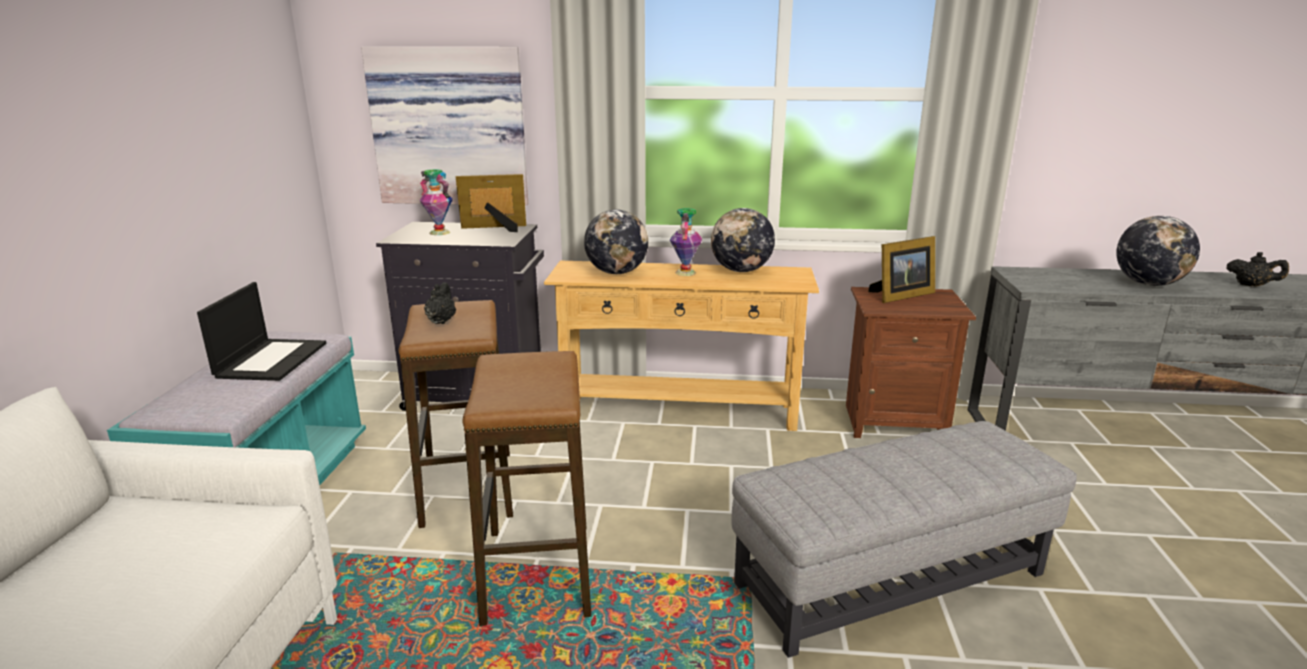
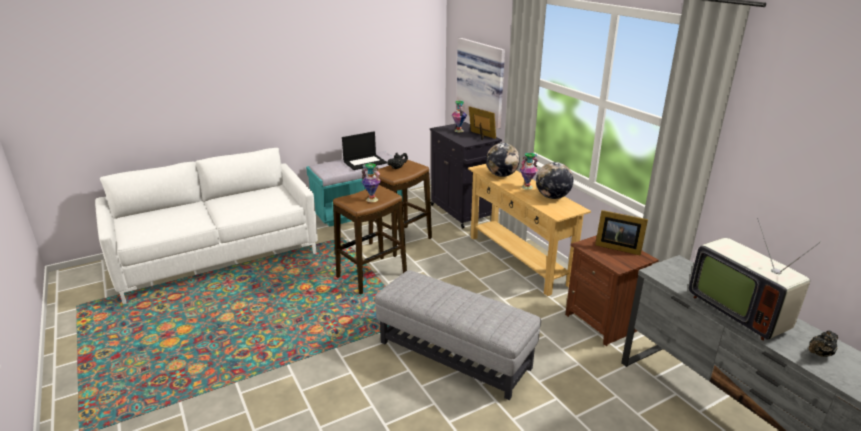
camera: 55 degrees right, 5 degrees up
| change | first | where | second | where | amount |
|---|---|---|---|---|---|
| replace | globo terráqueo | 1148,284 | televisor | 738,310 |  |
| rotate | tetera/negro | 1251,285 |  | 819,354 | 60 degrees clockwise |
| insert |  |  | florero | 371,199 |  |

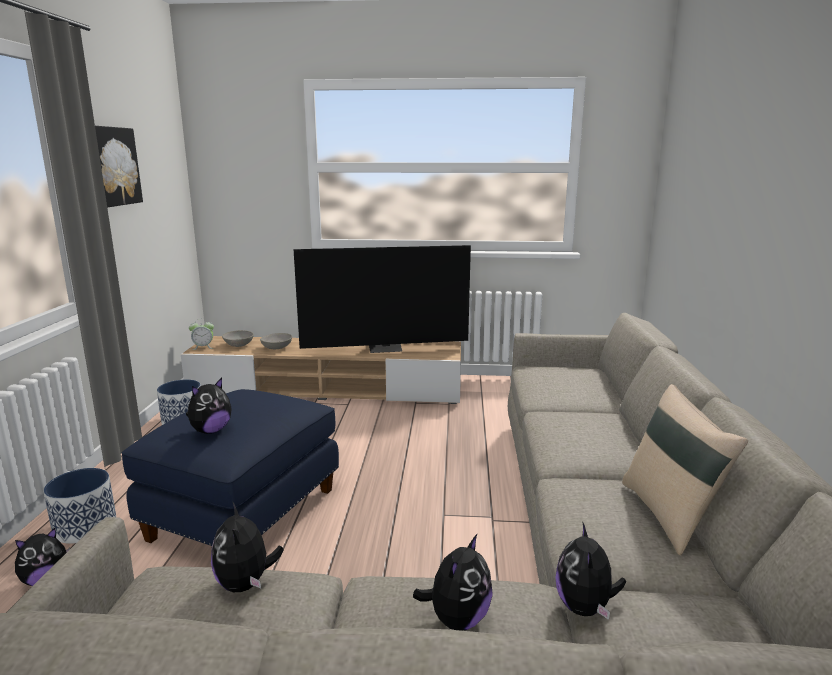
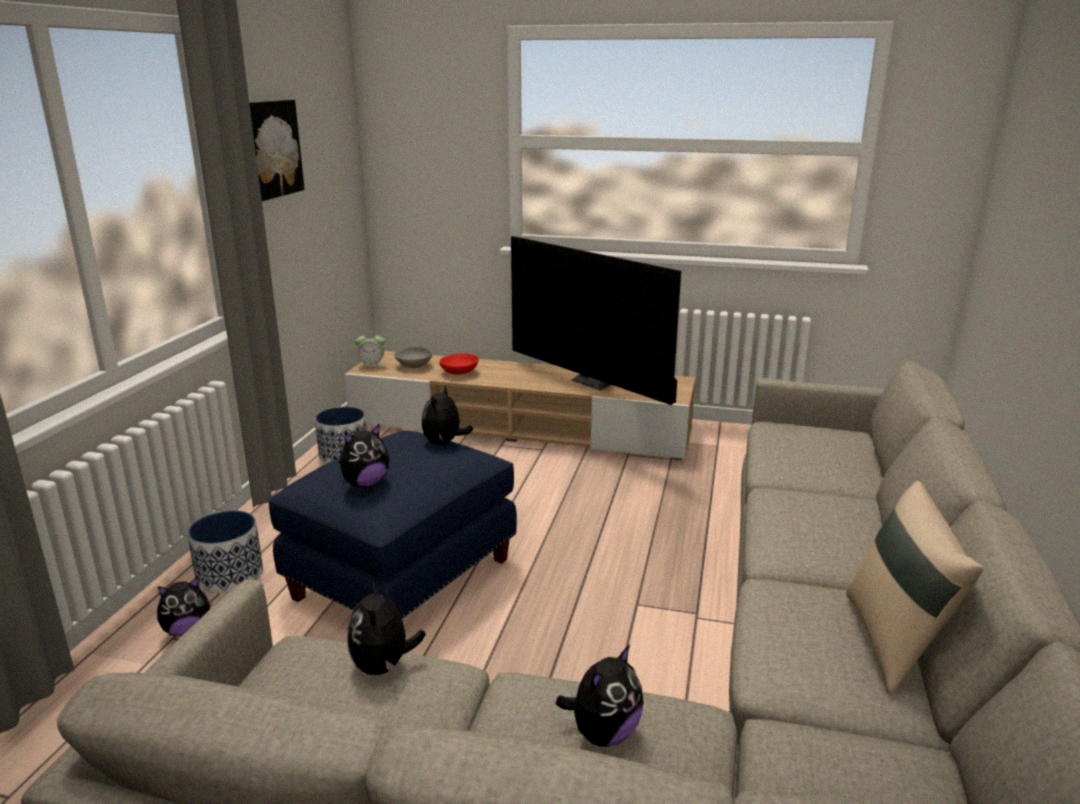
camera: 10 degrees right, 5 degrees up
| change | first | where | second | where | amount |
|---|---|---|---|---|---|
| rotate | televisor | 385,348 |  | 594,382 | 45 degrees clockwise |
| recolor | cuenco/gris | 277,348 | cuenco/rojo | 459,373 |  |
| move | peluche | 585,607 |  | 444,443 |  |

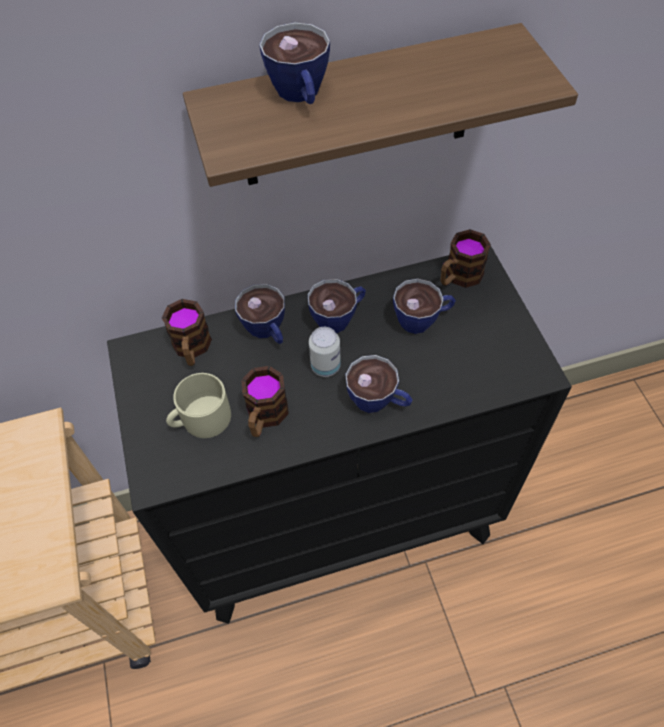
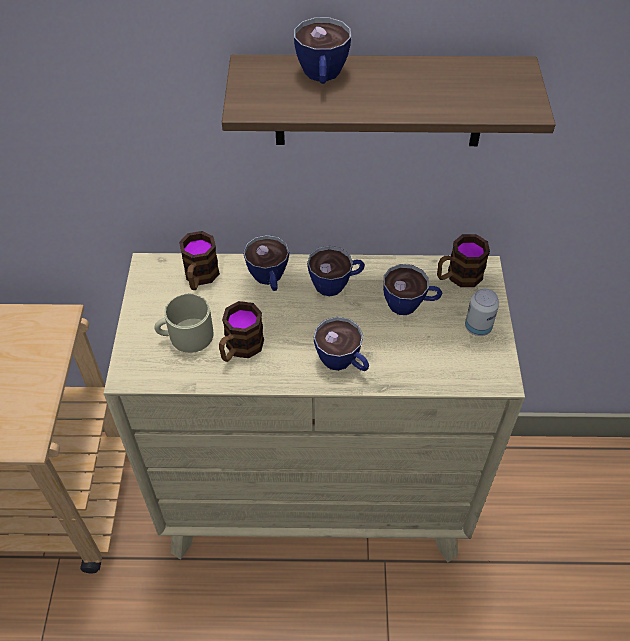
camera: 15 degrees right, 5 degrees down
| change | first | where | second | where | amount |
|---|---|---|---|---|---|
| recolor | cómoda/negro | 339,520 | cómoda/beis | 315,498 |  |
| move | lata | 325,366 |  | 478,327 |  |

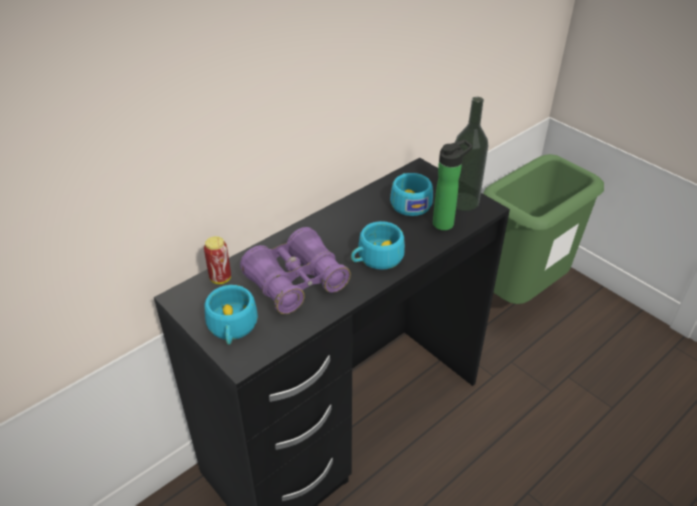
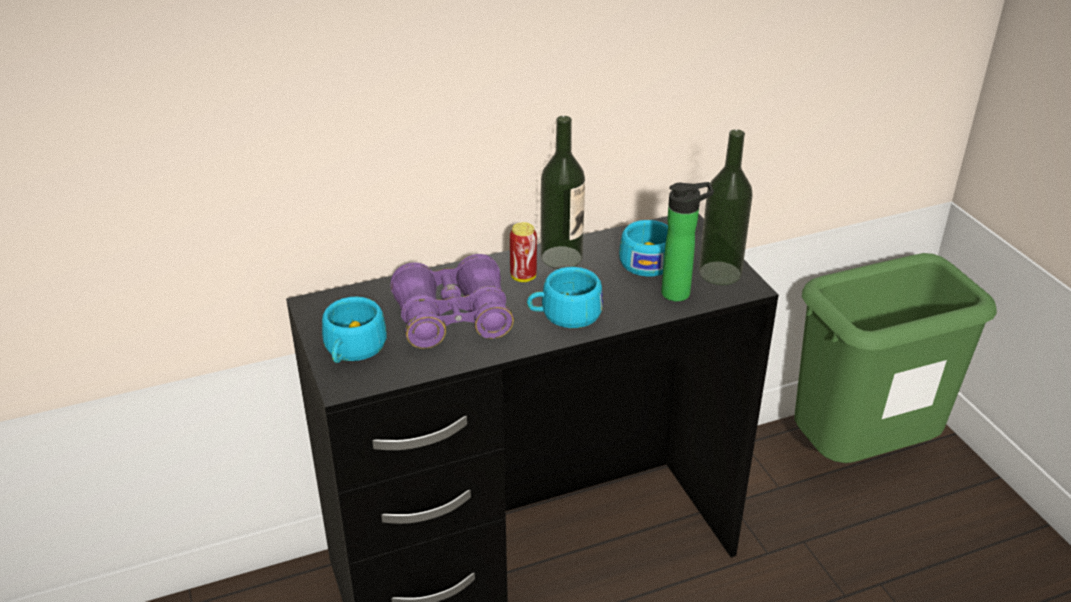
camera: 20 degrees right, 5 degrees down
| change | first | where | second | where | amount |
|---|---|---|---|---|---|
| move | lata | 220,278 |  | 523,277 |  |
| insert |  |  | botella | 561,257 |  |

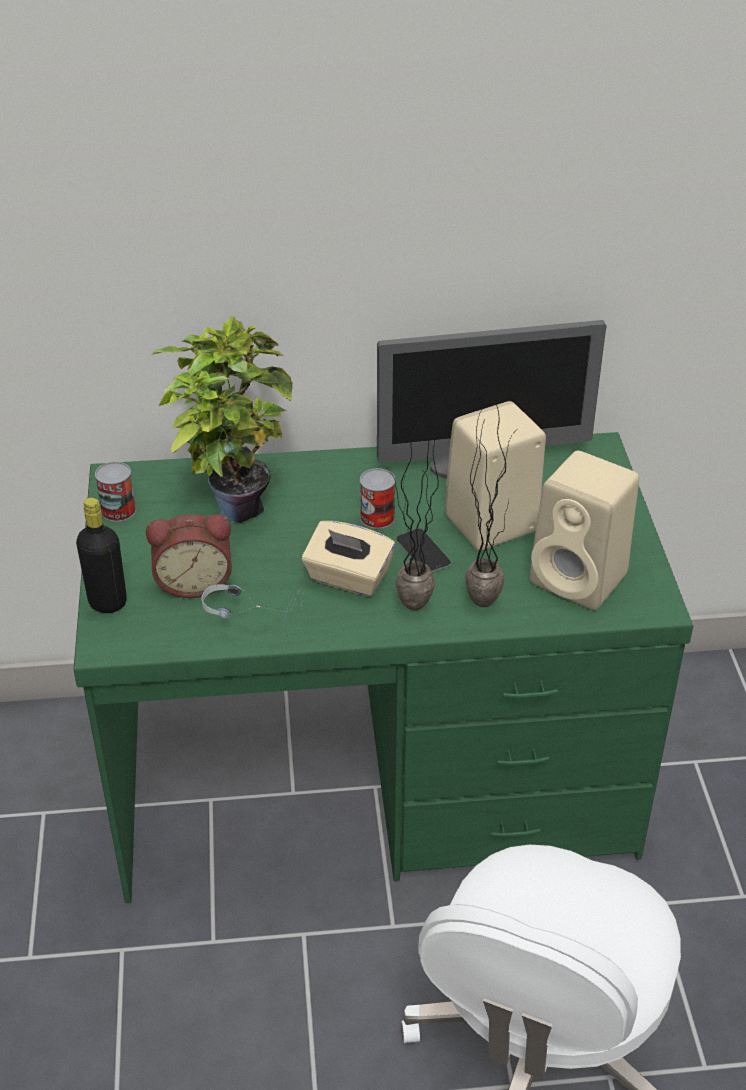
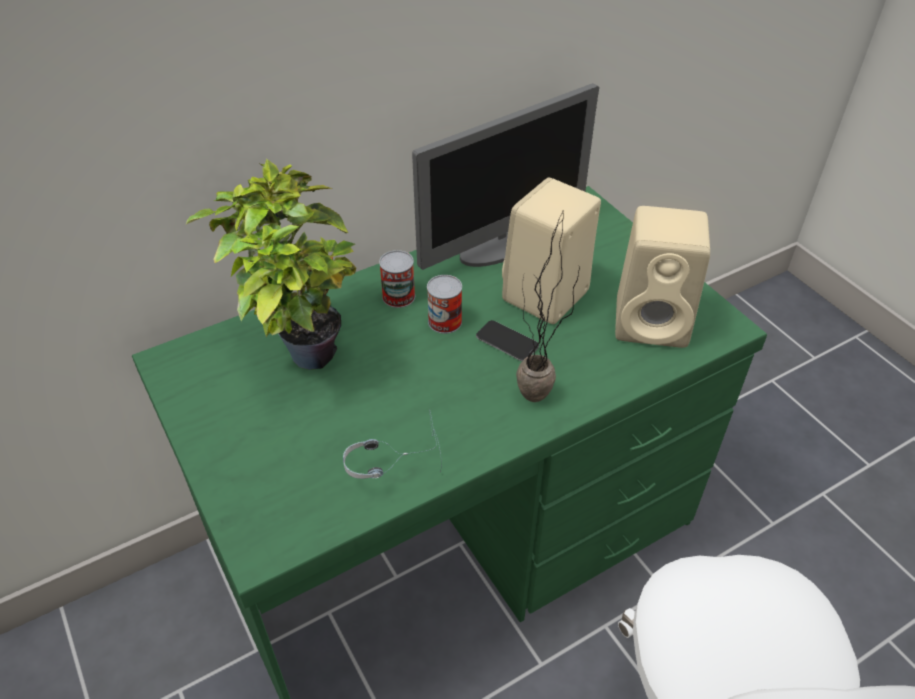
camera: 25 degrees left, 5 degrees up
| change | first | where | second | where | amount |
|---|---|---|---|---|---|
| delete | planta en maceta | 484,593 |  |  |  |
| move | lata | 118,510 |  | 398,296 |  |
| delete | botella/negro | 107,602 |  |  |  |
| delete | despertador | 194,582 |  |  |  |
| delete | caja de pañuelos/beis | 348,578 |  |  |  |

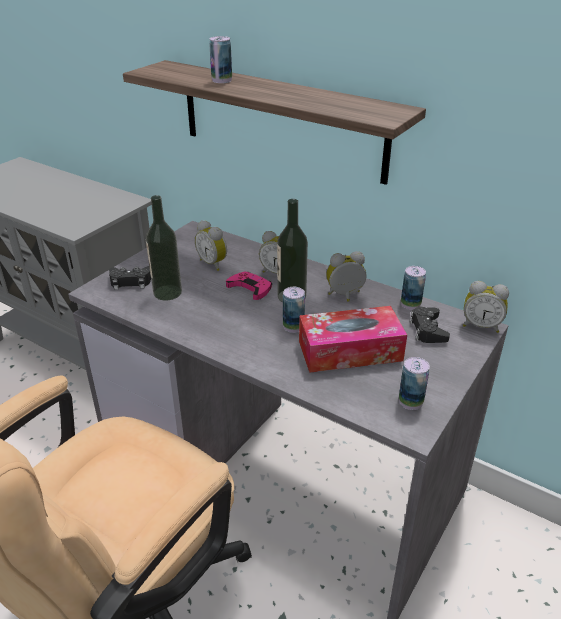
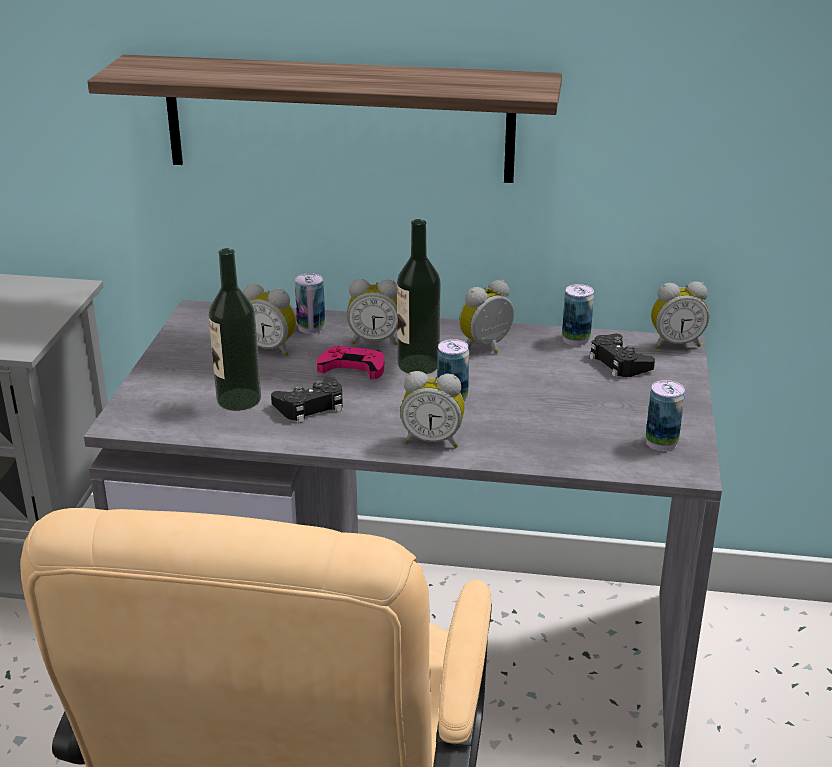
camera: 25 degrees left, 5 degrees down
| change | first | where | second | where | amount |
|---|---|---|---|---|---|
| move | lata | 222,80 |  | 311,327 |  |
| move | mando de consola/negro | 131,281 |  | 311,406 |  |
| delete | caja de pañuelos | 350,351 |  |  |  |
| insert |  |  | despertador | 432,440 |  |

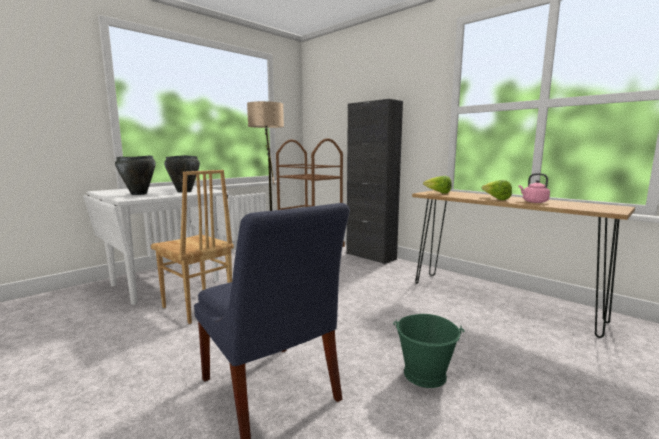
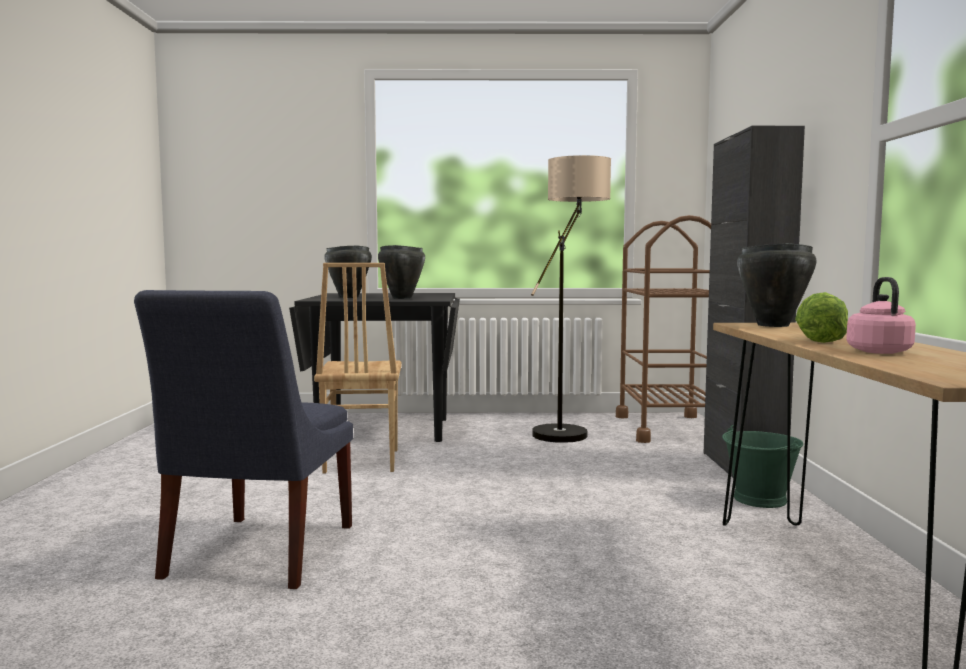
camera: 45 degrees right, 5 degrees down
| change | first | where | second | where | amount |
|---|---|---|---|---|---|
| replace | lechuga | 438,193 | olla/negro | 772,325 |  |
| recolor | mesa de comedor/blanco | 166,283 | mesa de comedor/negro | 384,430 |  |
| move | cubo/verde | 425,375 |  | 760,499 |  |

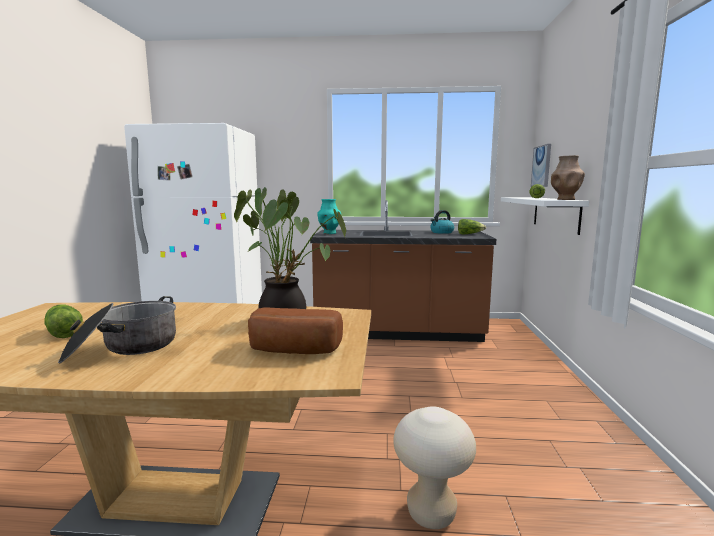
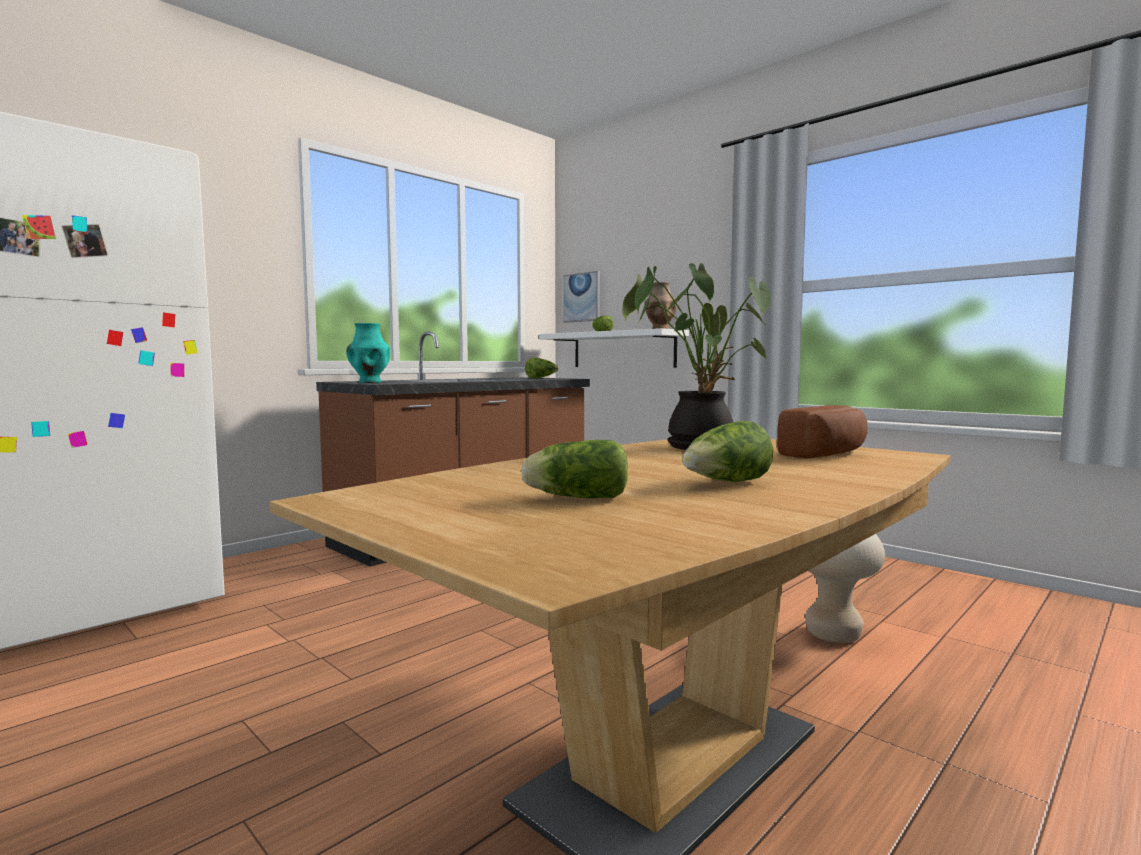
camera: 50 degrees left, 5 degrees down
| change | first | where | second | where | amount |
|---|---|---|---|---|---|
| delete | hervidor | 441,232 |  |  |  |
| replace | olla | 124,348 | lechuga | 726,483 |  |

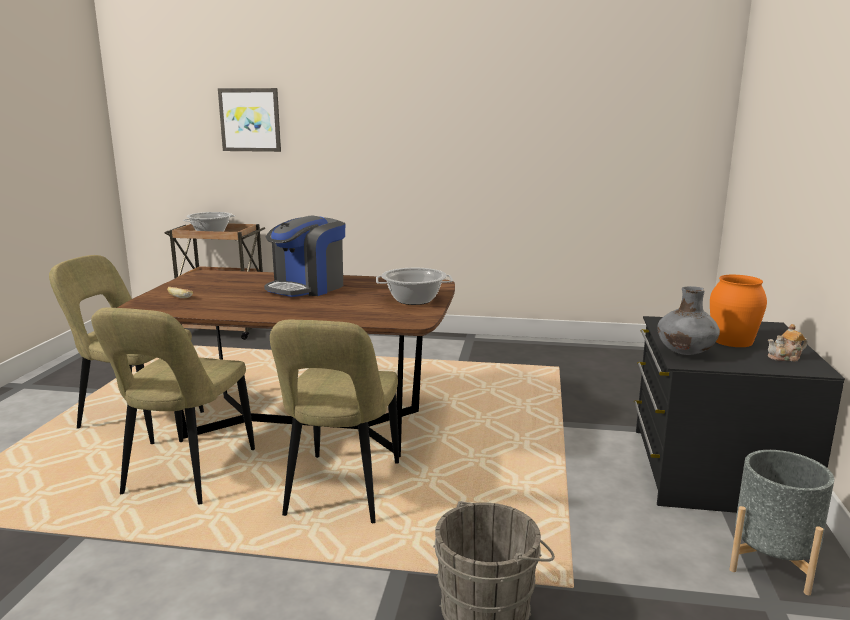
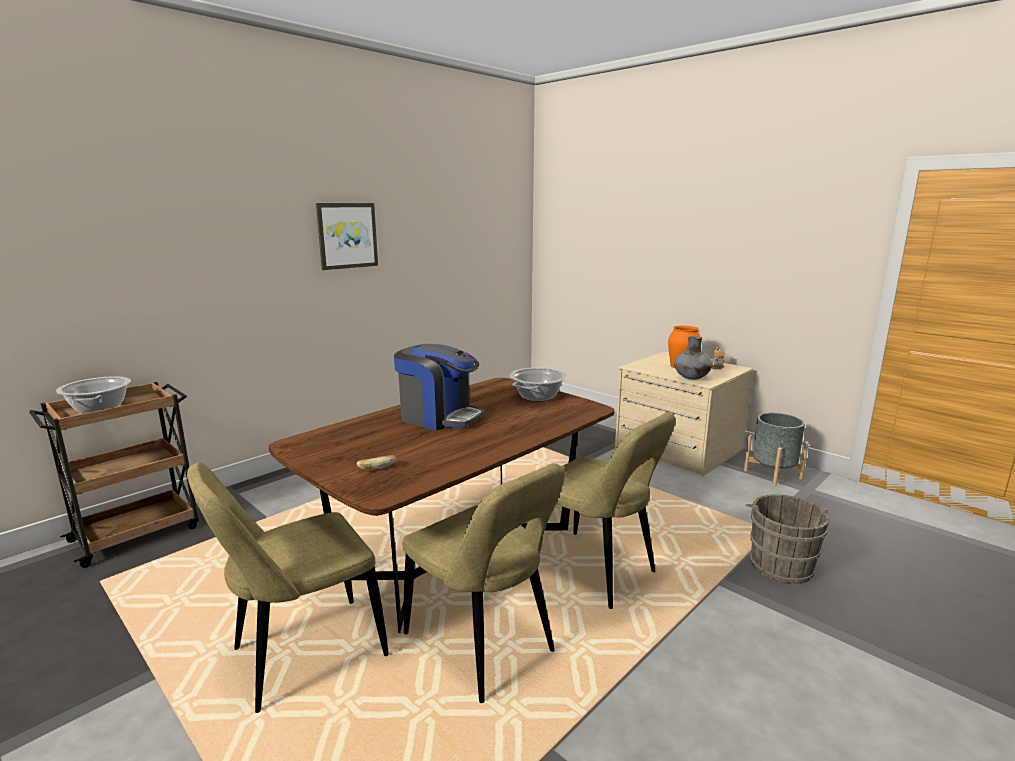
camera: 55 degrees left, 0 degrees up
| change | first | where | second | where | amount |
|---|---|---|---|---|---|
| move | cuadro | 250,120 |  | 347,235 |  |
| rotate | cafetera | 307,287 |  | 439,417 | 45 degrees counterclockwise |
| recolor | cómoda/negro | 712,470 | cómoda/beis | 677,449 |  |

